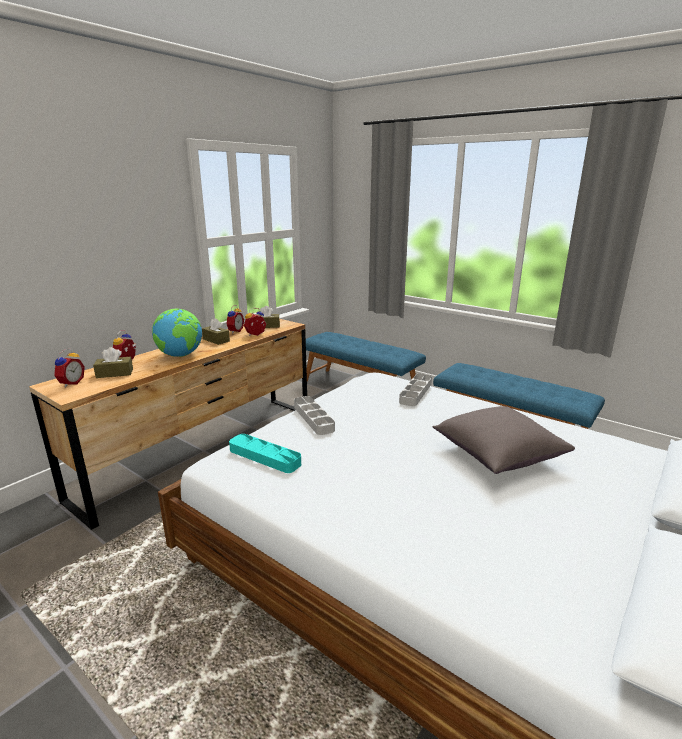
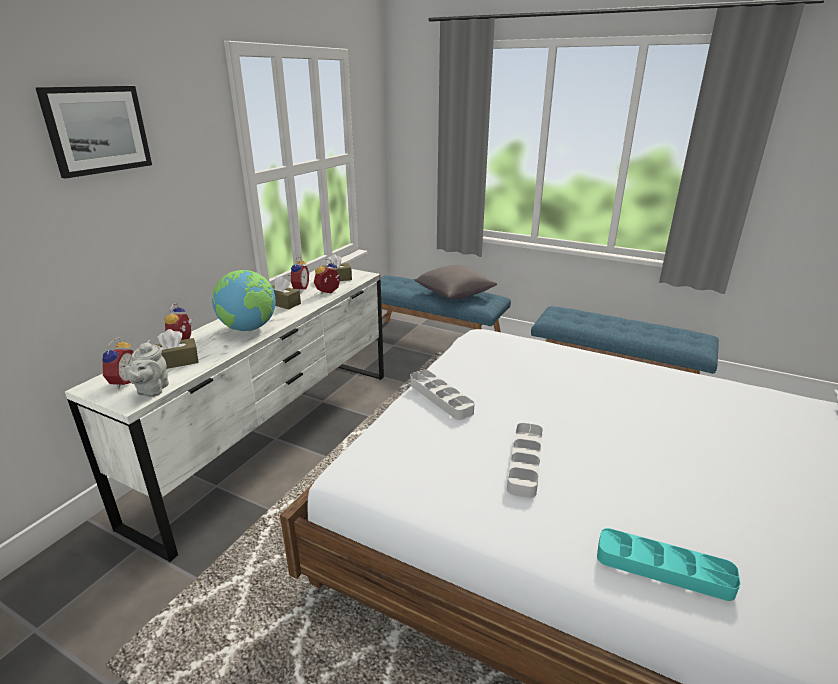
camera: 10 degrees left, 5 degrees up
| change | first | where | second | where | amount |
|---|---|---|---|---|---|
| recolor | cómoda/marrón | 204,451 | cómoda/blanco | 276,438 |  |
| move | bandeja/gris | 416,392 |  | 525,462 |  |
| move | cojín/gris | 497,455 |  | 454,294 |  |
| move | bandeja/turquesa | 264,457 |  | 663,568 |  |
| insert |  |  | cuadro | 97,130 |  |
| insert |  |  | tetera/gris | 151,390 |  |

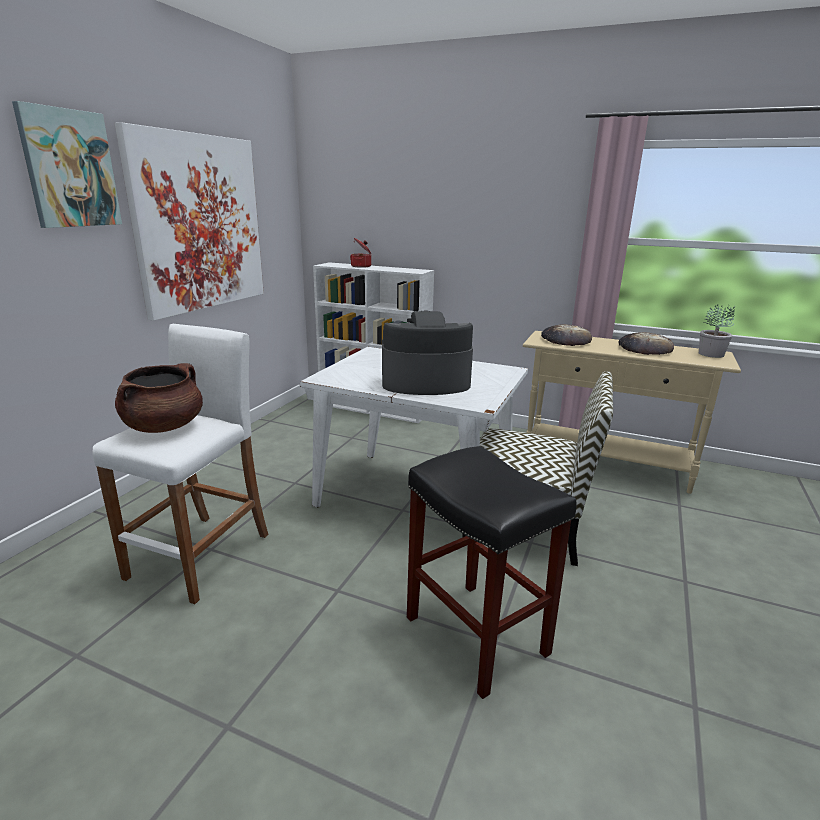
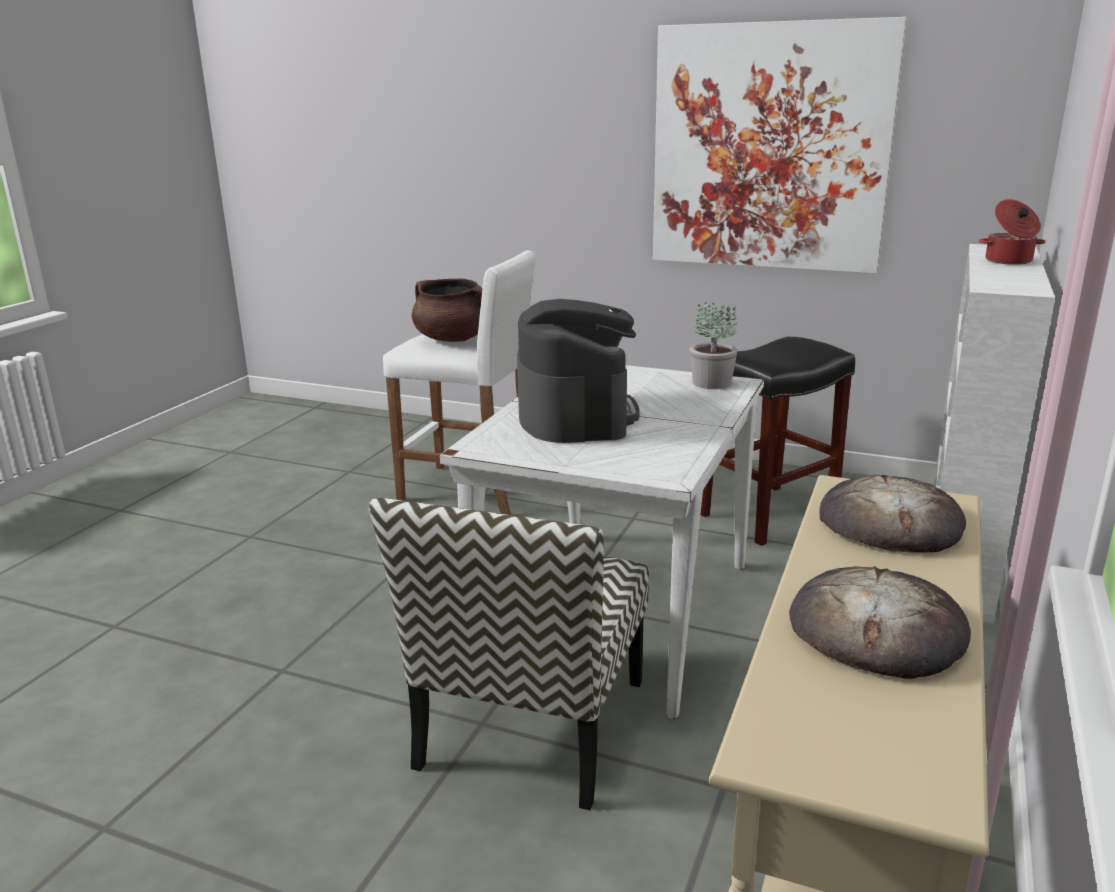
camera: 90 degrees right, 0 degrees up
| change | first | where | second | where | amount |
|---|---|---|---|---|---|
| delete | cuadro | 70,169 |  |  |  |
| move | planta en maceta | 711,354 |  | 712,383 |  |
| move | taburete/negro | 474,634 |  | 768,513 |  |

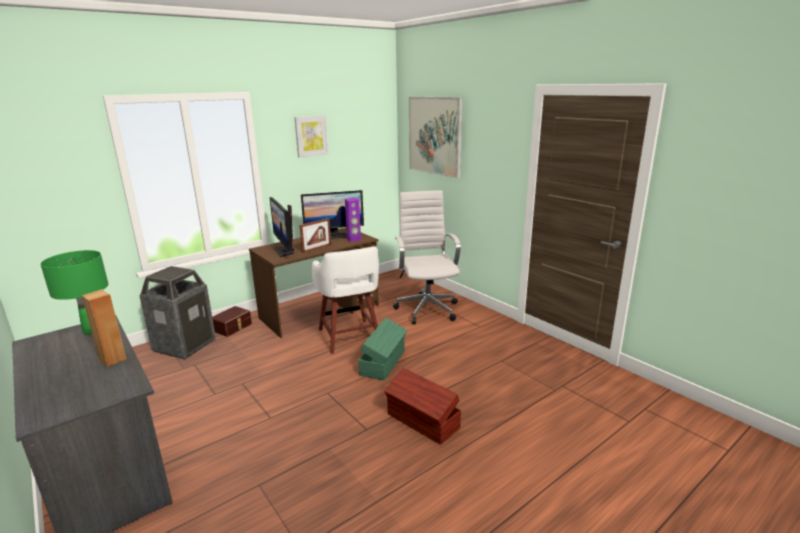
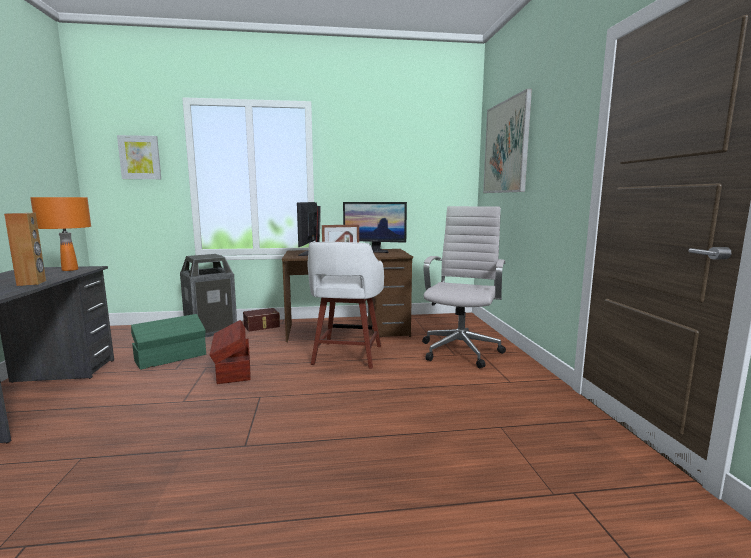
camera: 30 degrees right, 10 degrees down
| change | first | where | second | where | amount |
|---|---|---|---|---|---|
| move | cuadro | 311,136 |  | 140,157 |  |
| delete | altavoz/morado | 354,239 |  |  |  |
| recolor | lámpara de mesa/verde | 91,331 | lámpara de mesa/naranja | 70,270 |  |
| move | caja de almacenaje/verde | 384,362 |  | 172,358 |  |
| move | caja de almacenaje/marrón | 423,421 |  | 233,369 |  |

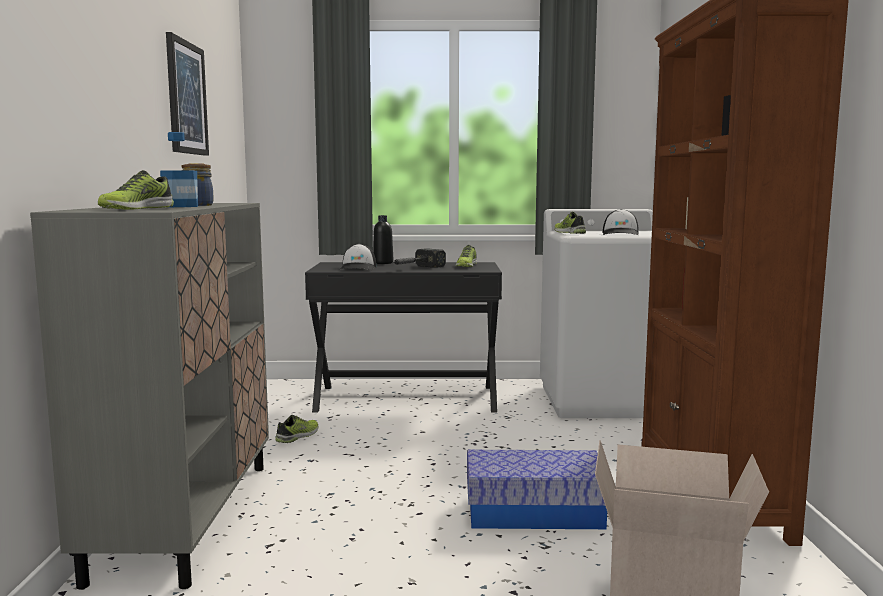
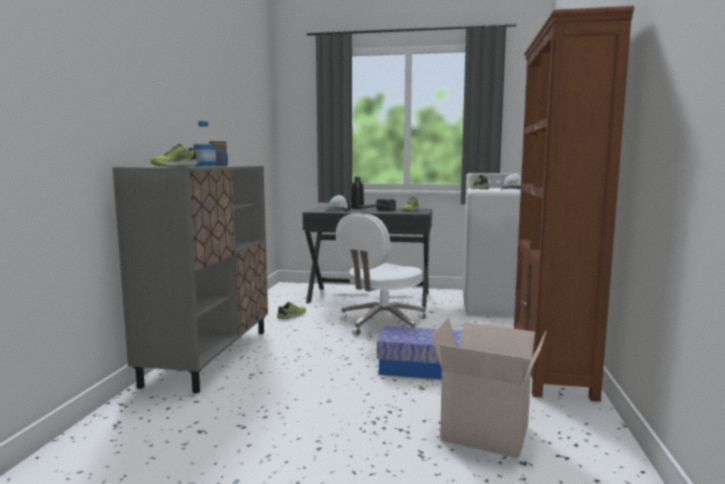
camera: 10 degrees right, 0 degrees up
| change | first | where | second | where | amount |
|---|---|---|---|---|---|
| delete | cuadro | 186,98 |  |  |  |
| insert |  |  | silla de oficina/blanco | 381,323 |  |

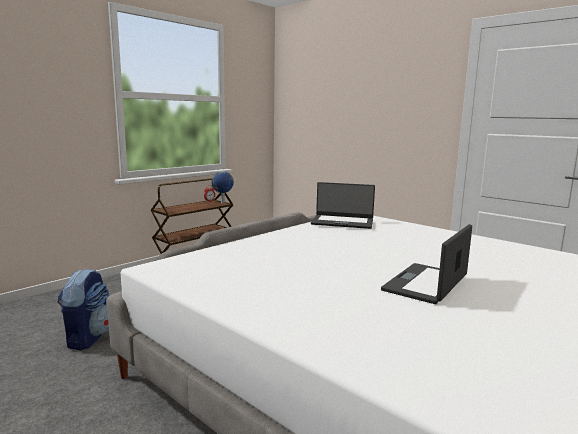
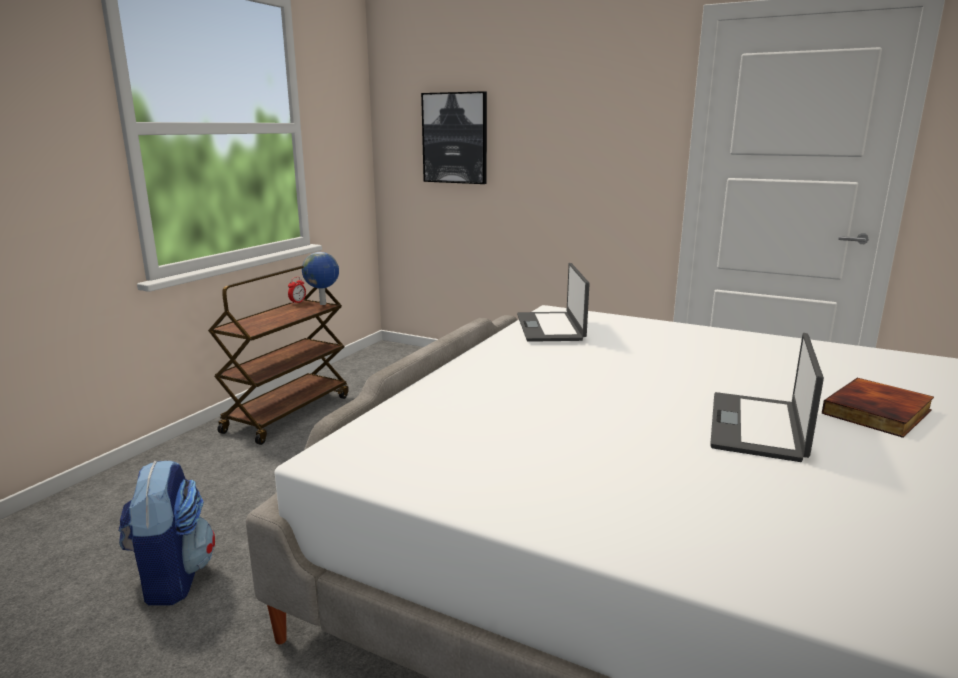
camera: 15 degrees left, 5 degrees up
| change | first | where | second | where | amount |
|---|---|---|---|---|---|
| rotate | portátil | 342,222 |  | 551,327 | 90 degrees clockwise |
| insert |  |  | cuadro | 455,138 |  |
| insert |  |  | libro | 878,413 |  |

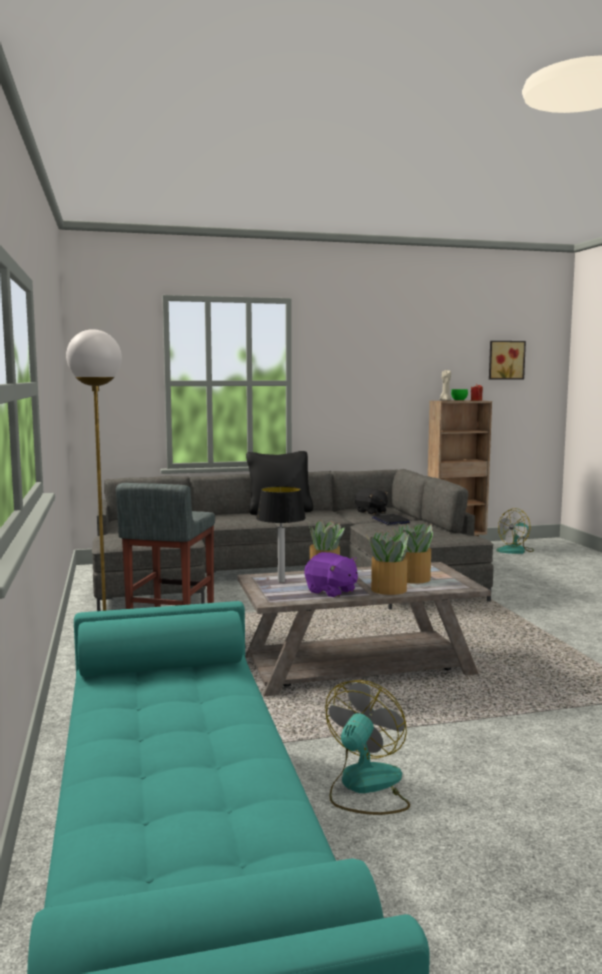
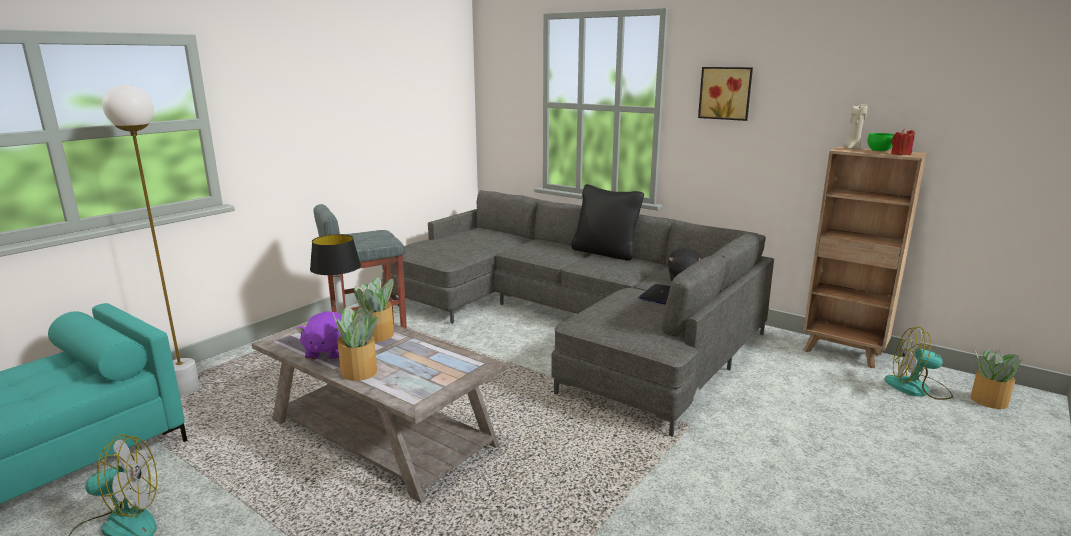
camera: 50 degrees right, 10 degrees up
| change | first | where | second | where | amount |
|---|---|---|---|---|---|
| move | cuadro | 505,360 |  | 725,93 |  |
| move | planta en maceta | 413,579 |  | 988,401 |  |

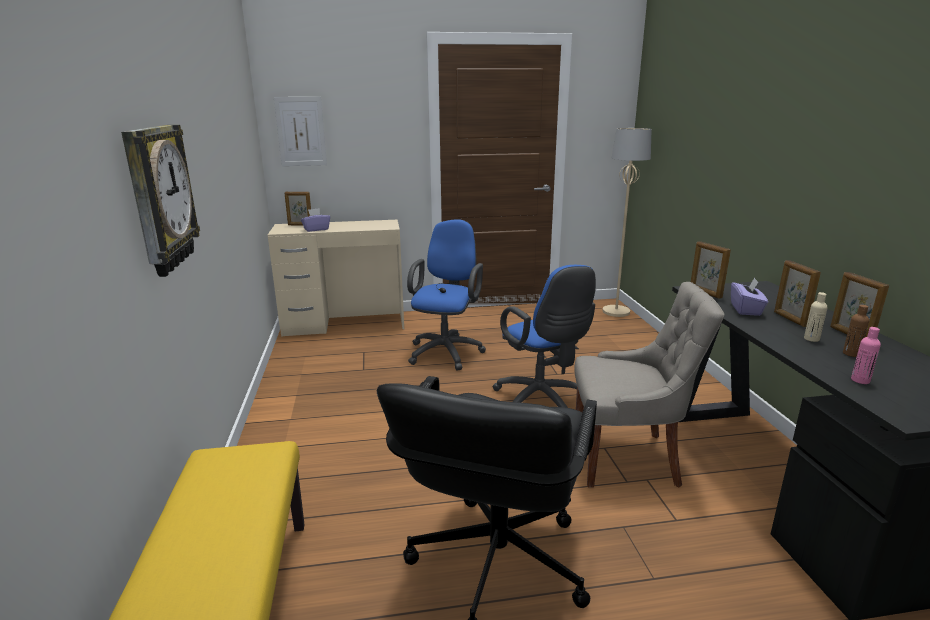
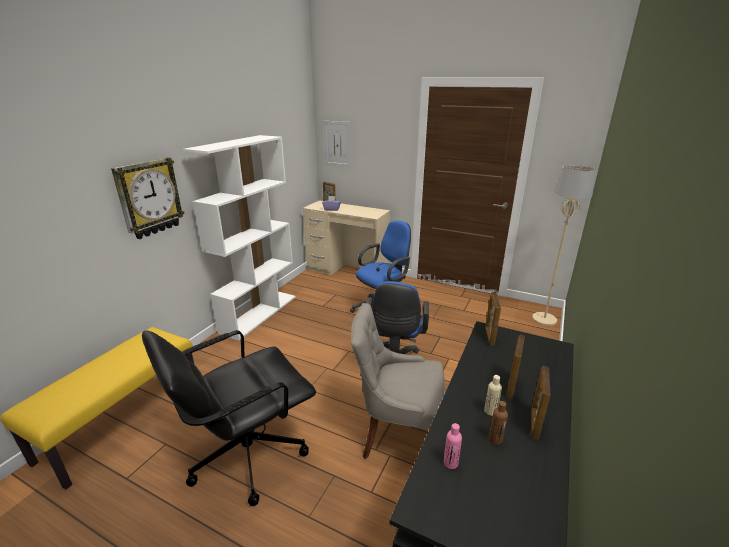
camera: 35 degrees right, 5 degrees up
| change | first | where | second | where | amount |
|---|---|---|---|---|---|
| delete | caja de pañuelos/morado | 746,309 |  |  |  |
| rotate | silla/gris | 628,458 |  | 397,434 | 150 degrees clockwise |
| insert |  |  | estantería/blanco | 259,313 |  |

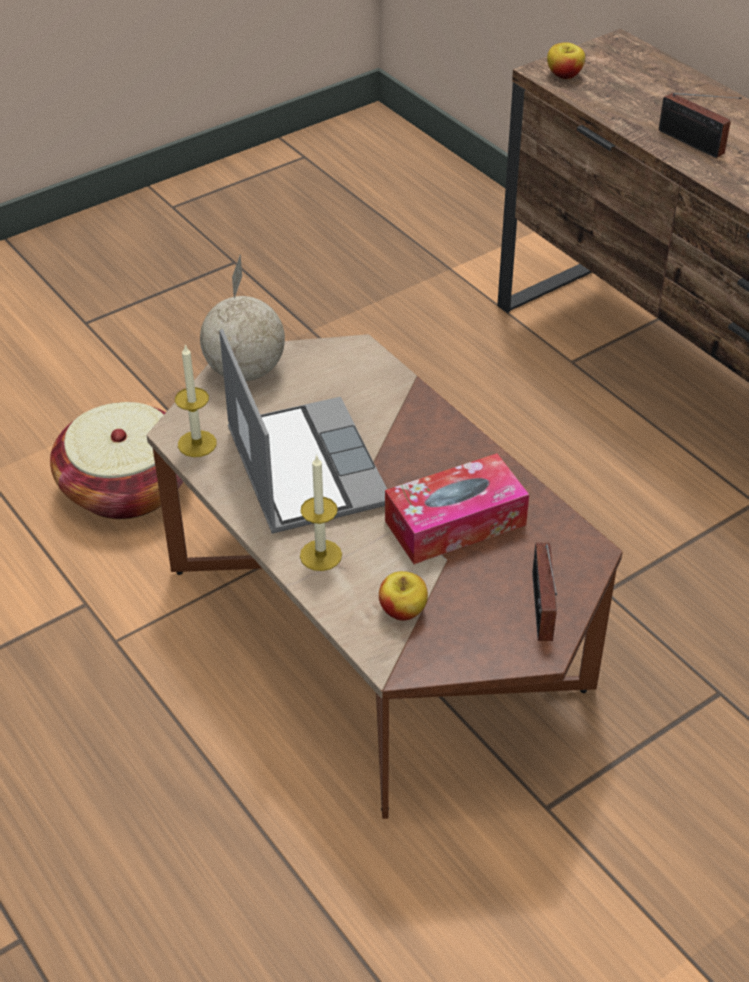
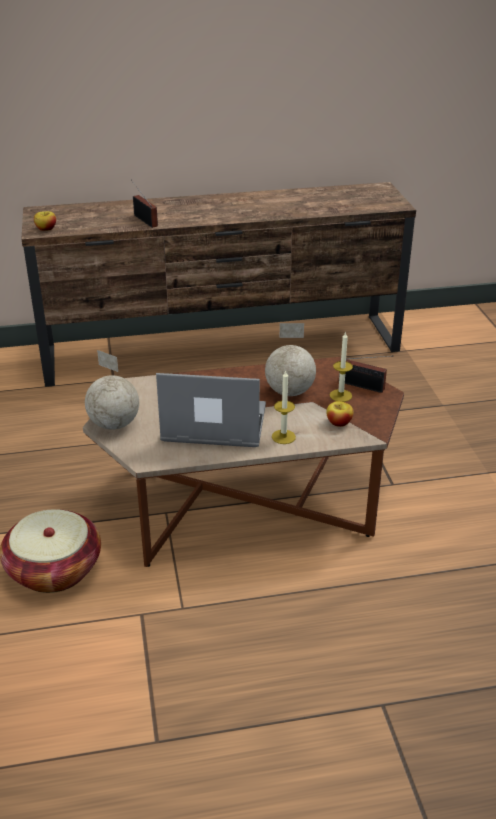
camera: 65 degrees left, 10 degrees down
| change | first | where | second | where | amount |
|---|---|---|---|---|---|
| rotate | radio | 694,144 |  | 145,220 | 105 degrees counterclockwise |
| move | vela | 197,444 |  | 340,395 |  |
| replace | caja de pañuelos | 455,523 | globo terráqueo | 290,392 |  |

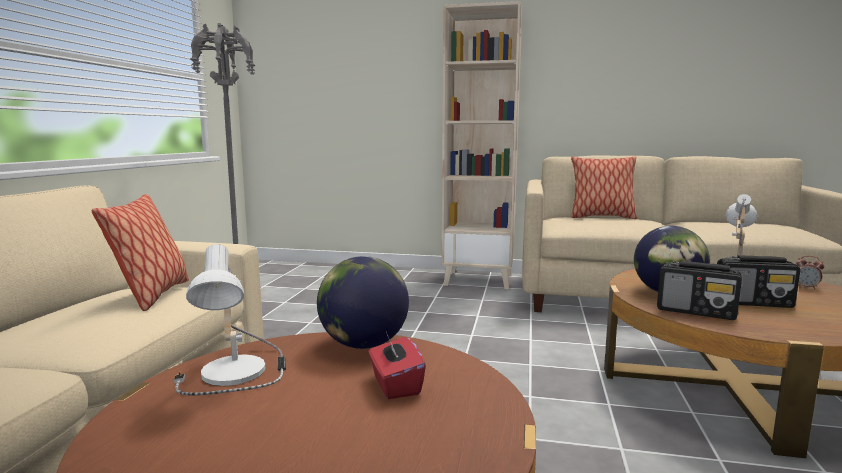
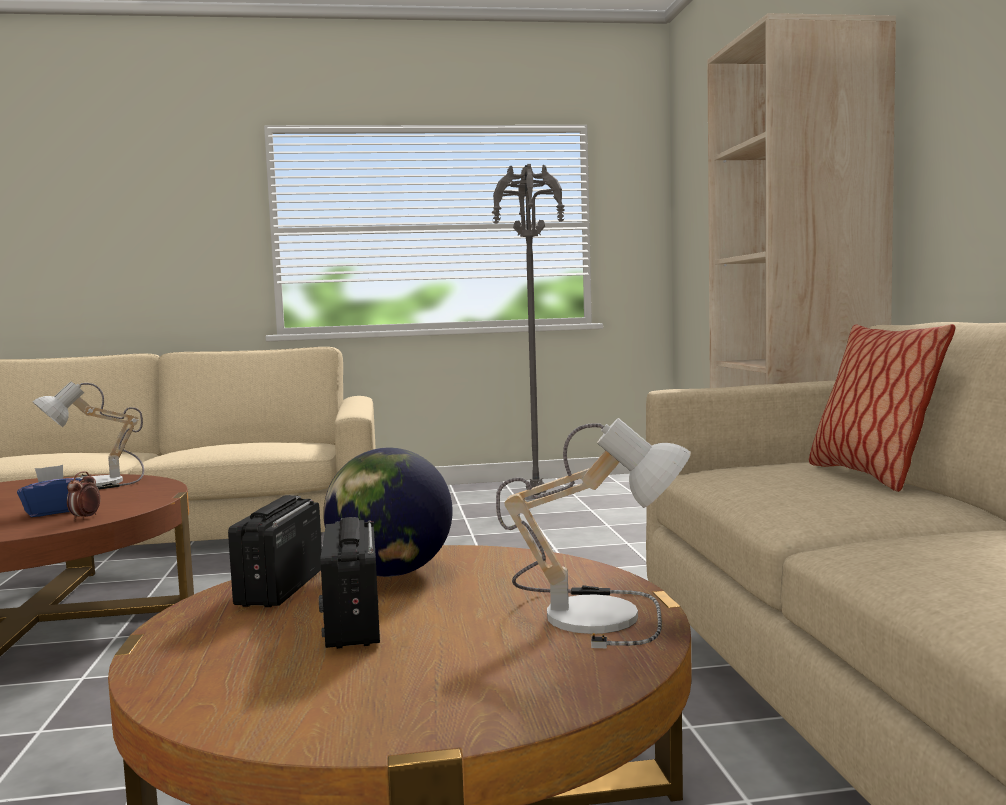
camera: 70 degrees right, 5 degrees down
| change | first | where | second | where | amount |
|---|---|---|---|---|---|
| delete | cojín | 152,296 |  |  |  |
| delete | globo terráqueo | 363,344 |  |  |  |
| move | despertador | 806,287 |  | 85,518 |  |
| recolor | caja de pañuelos/rojo | 395,385 | caja de pañuelos/azul | 53,511 |  |

